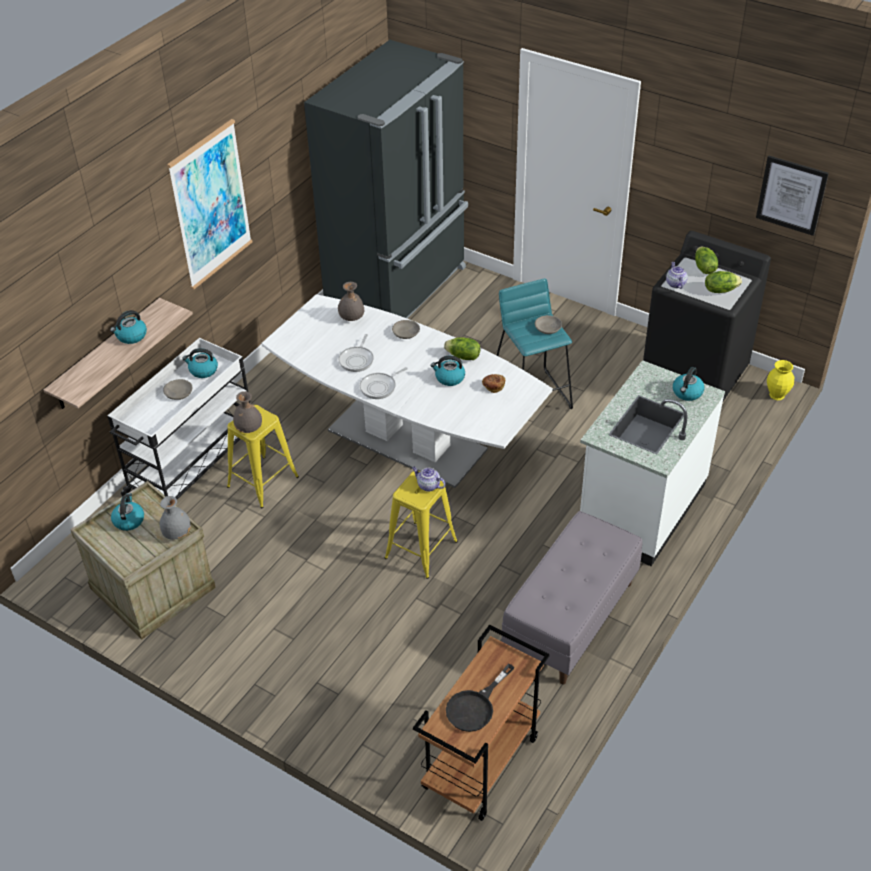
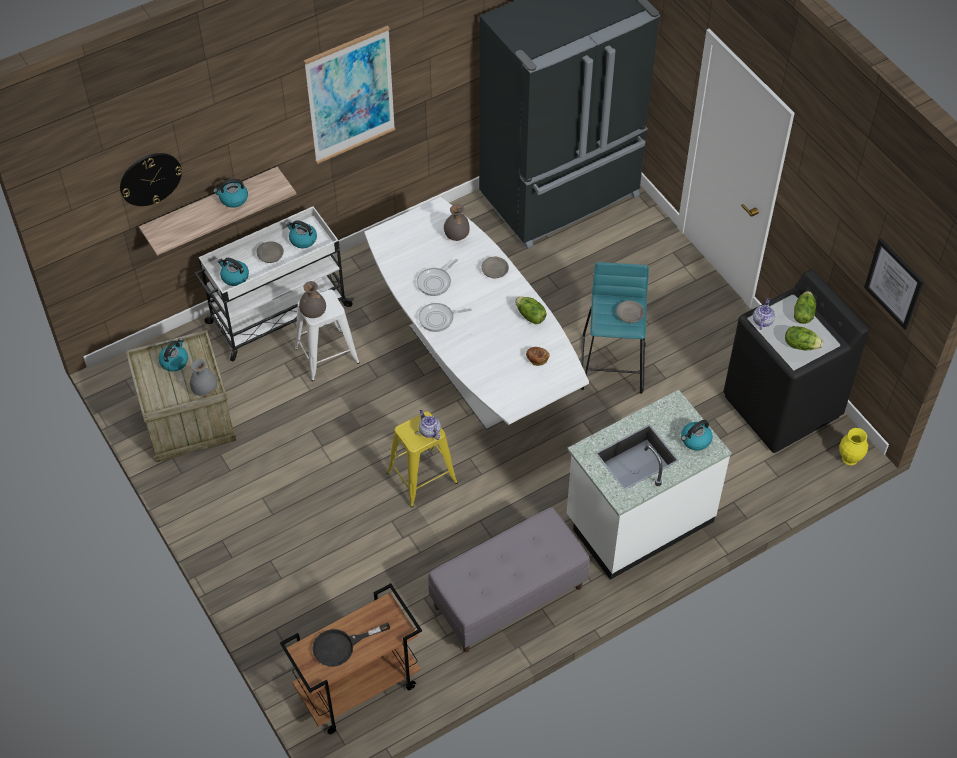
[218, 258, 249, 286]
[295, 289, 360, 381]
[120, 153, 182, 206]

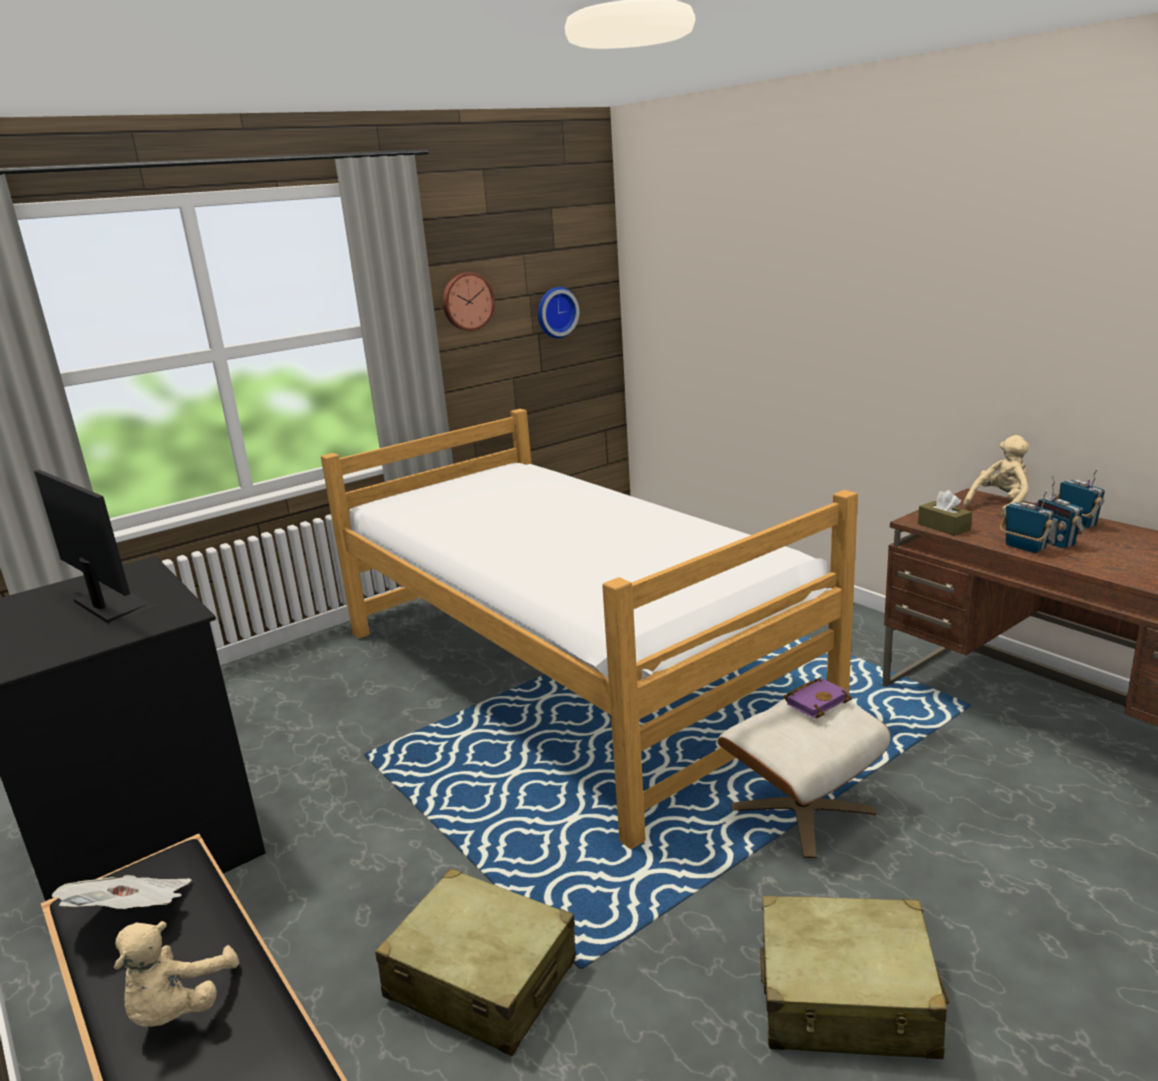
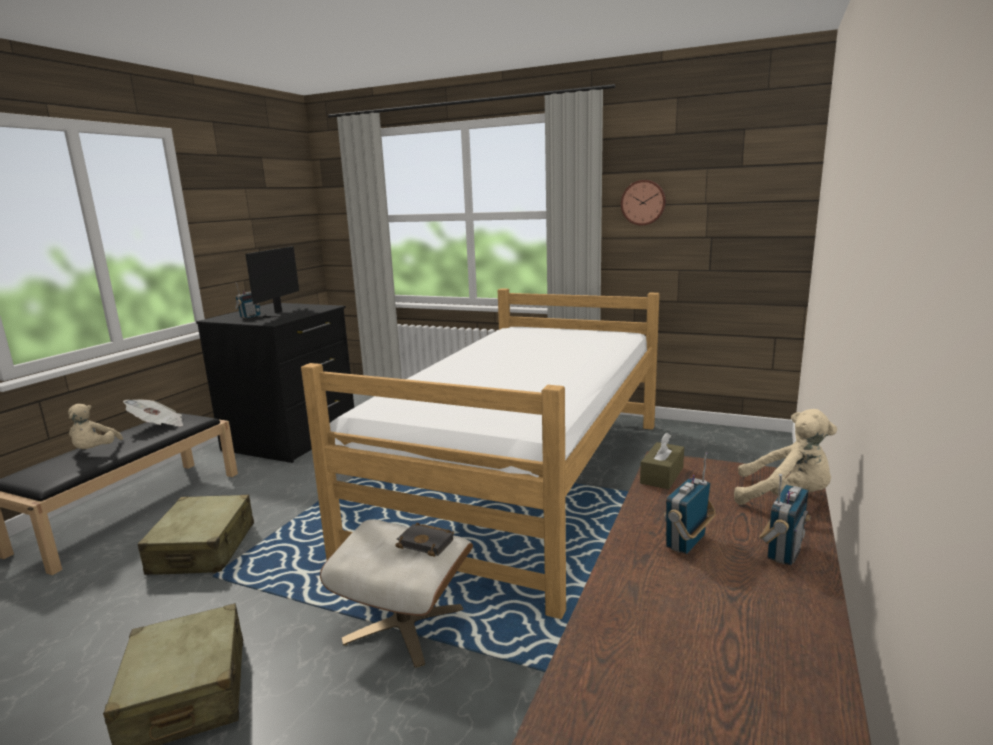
[538, 287, 579, 338] (first image)
[235, 282, 260, 318]
[396, 523, 454, 557]
[68, 404, 123, 449]

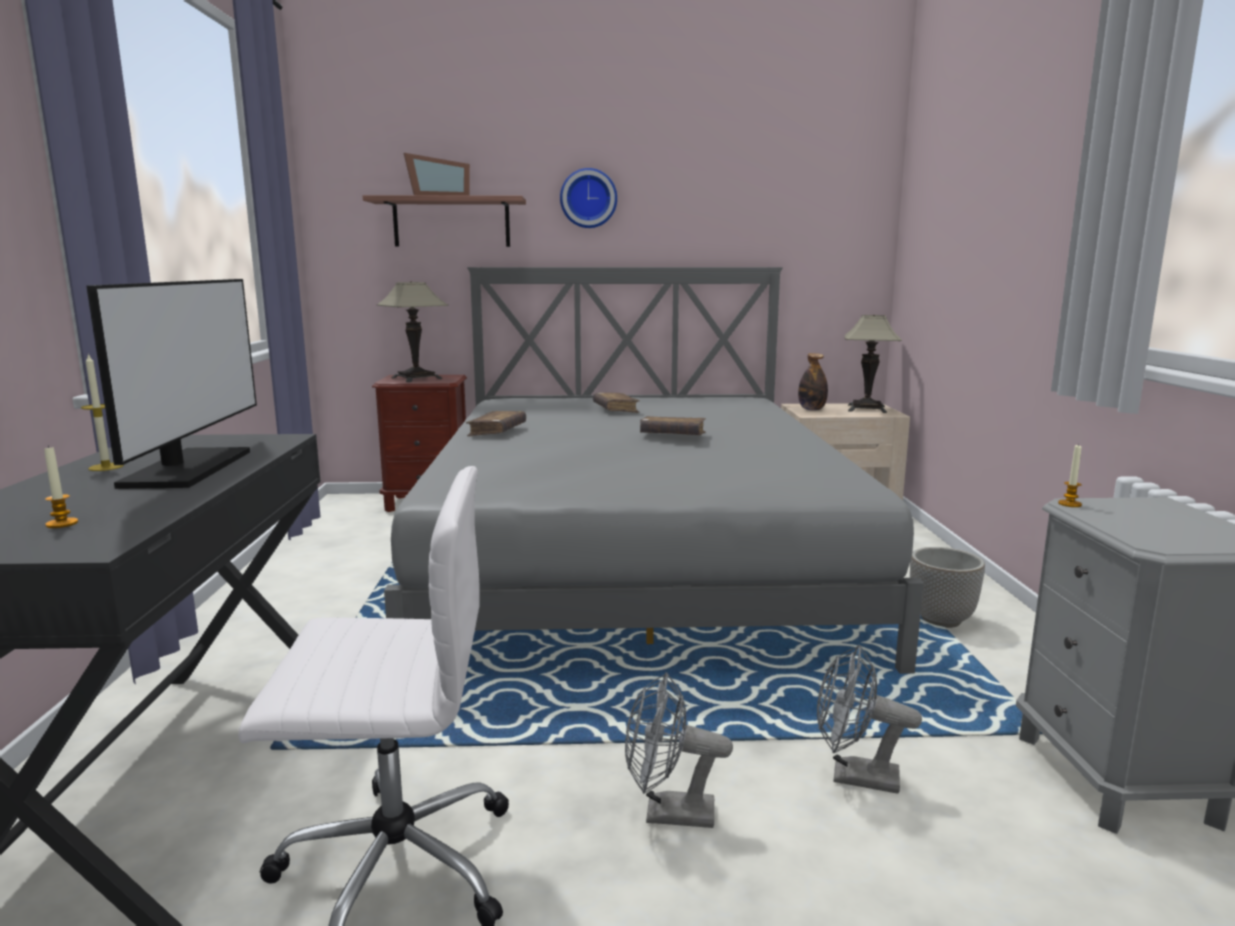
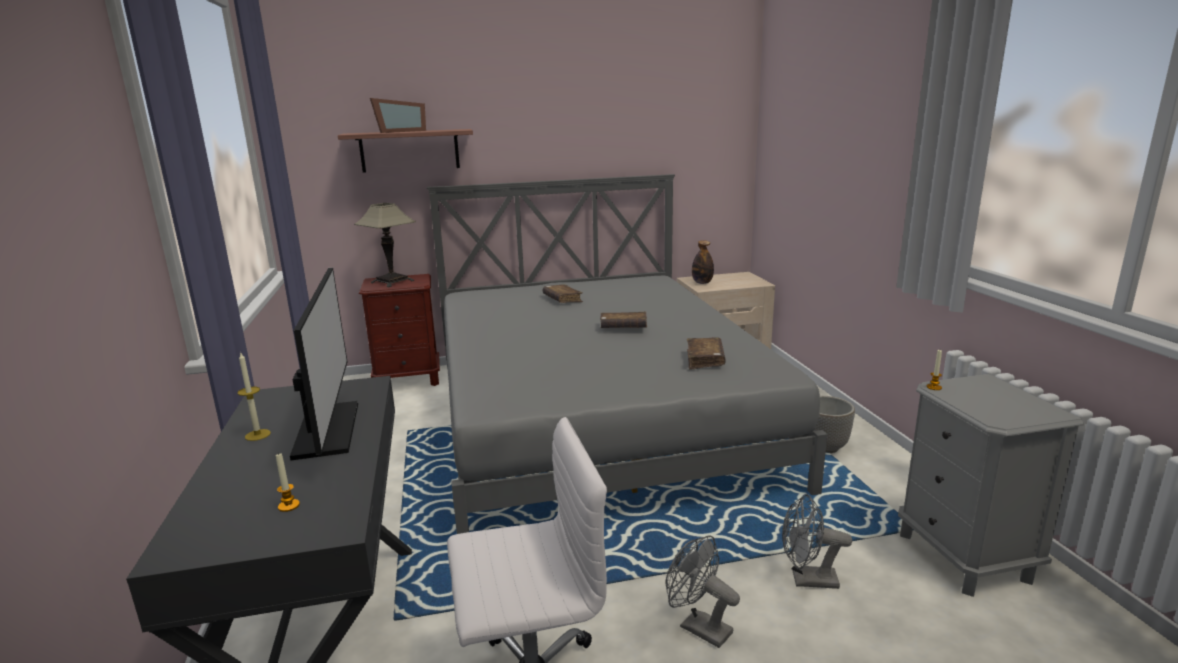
[560, 168, 617, 228] (first image)
[845, 315, 902, 413] (first image)
[687, 337, 726, 369]
[665, 535, 740, 648]

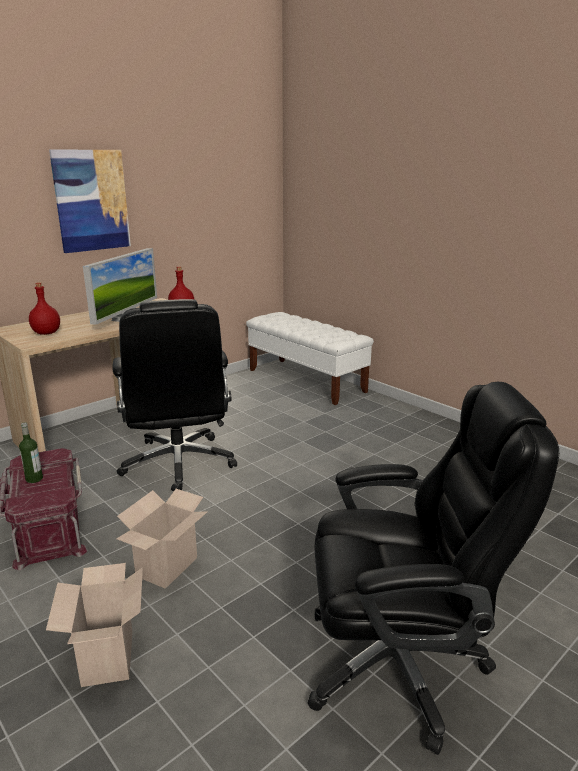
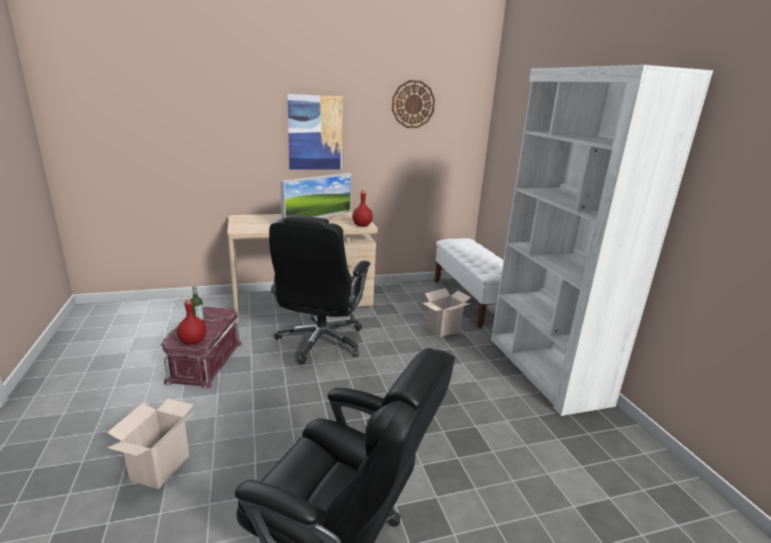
[177, 298, 206, 345]
[422, 288, 471, 337]
[491, 65, 713, 416]
[392, 80, 435, 128]

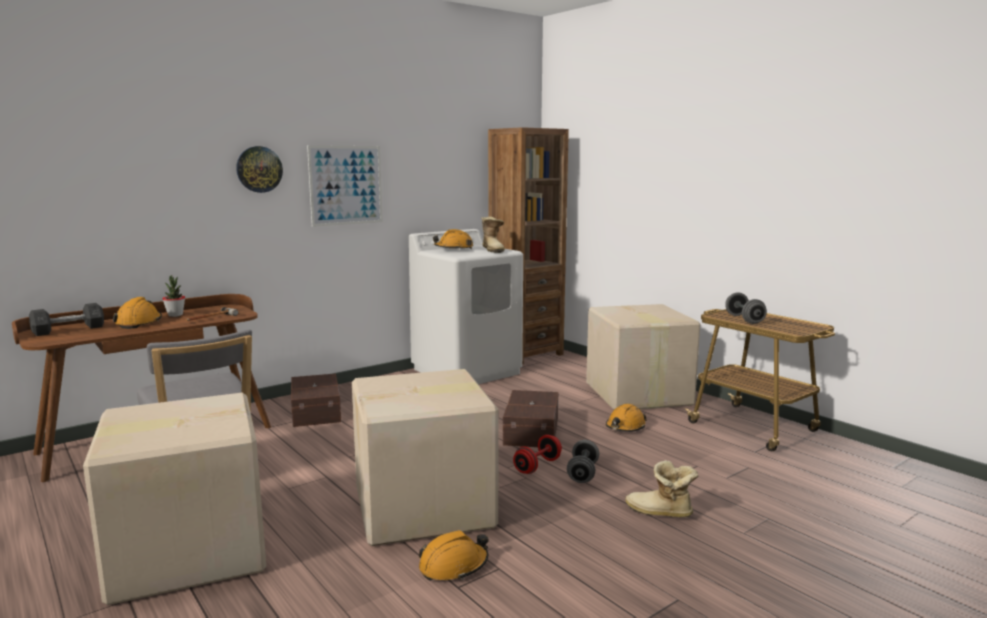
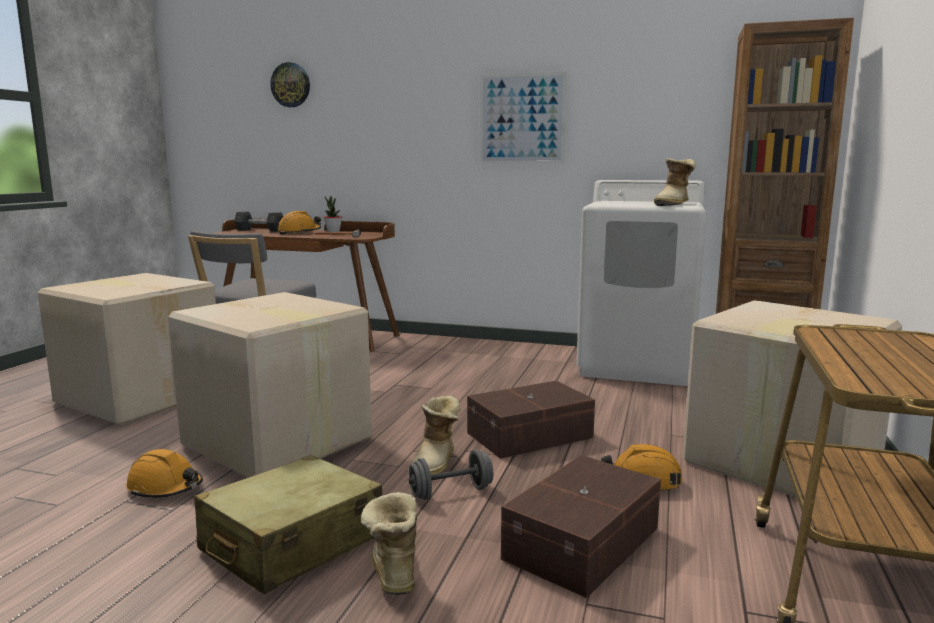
[270, 62, 310, 107]
[433, 229, 473, 250] (first image)
[725, 292, 767, 324] (first image)
[501, 455, 661, 598]
[411, 396, 461, 475]
[194, 455, 382, 594]

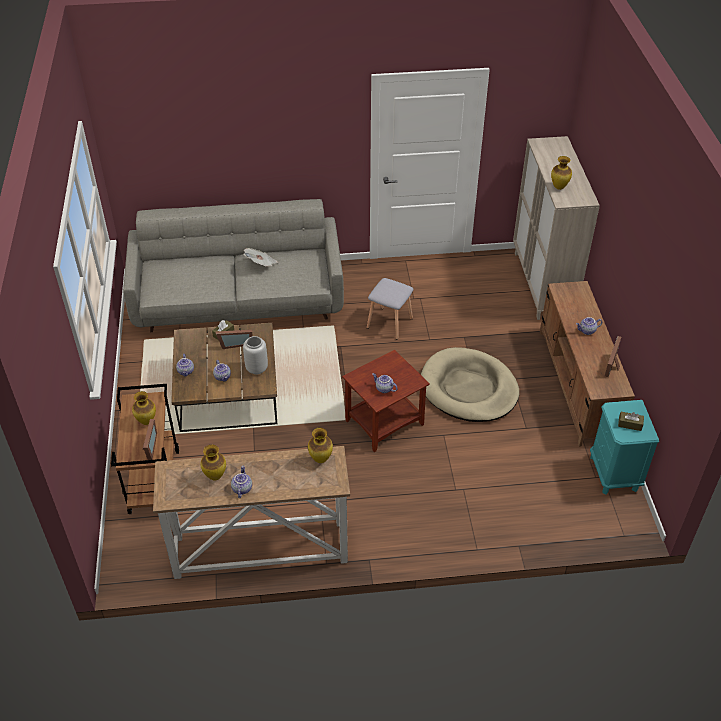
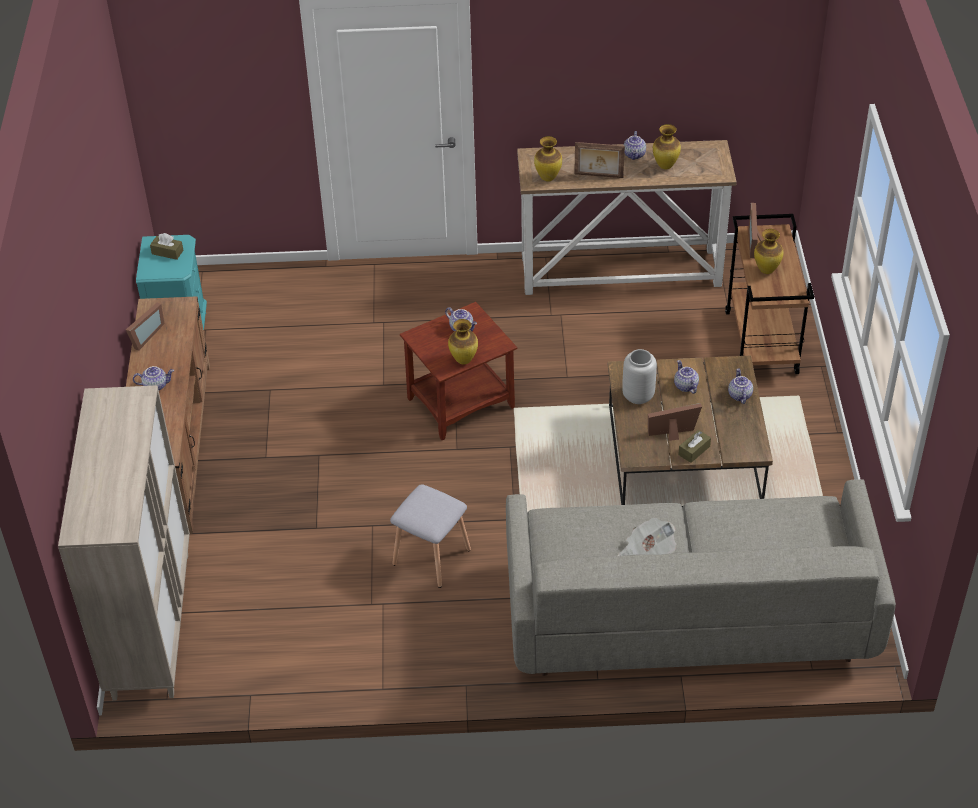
[448, 319, 478, 364]
[421, 347, 519, 422] (first image)
[574, 142, 625, 178]

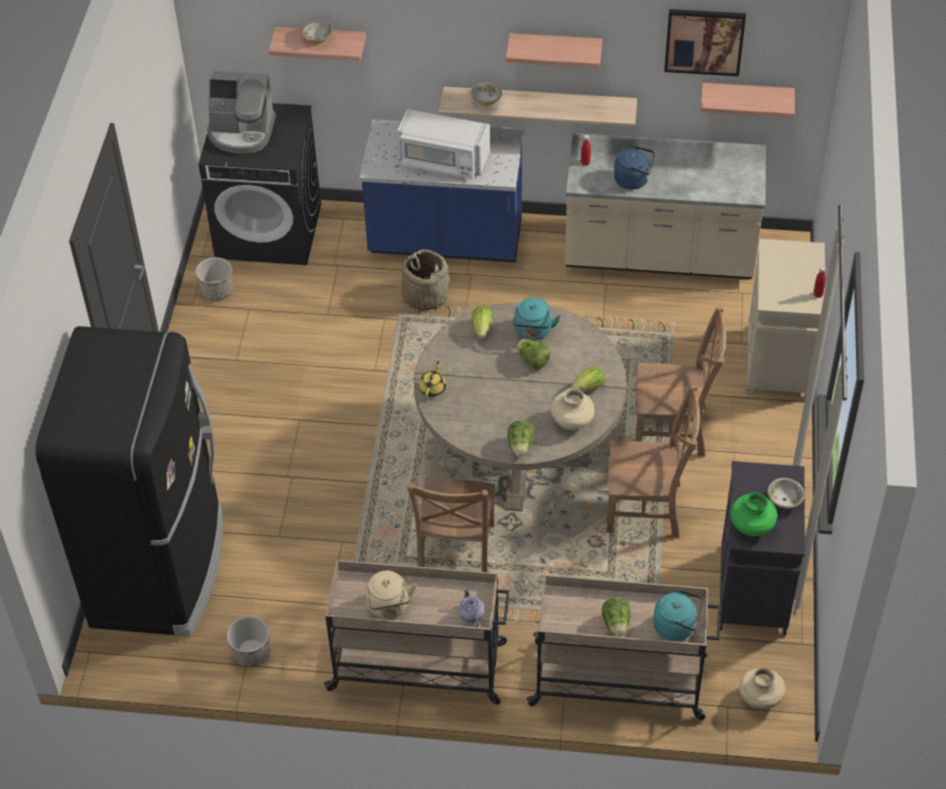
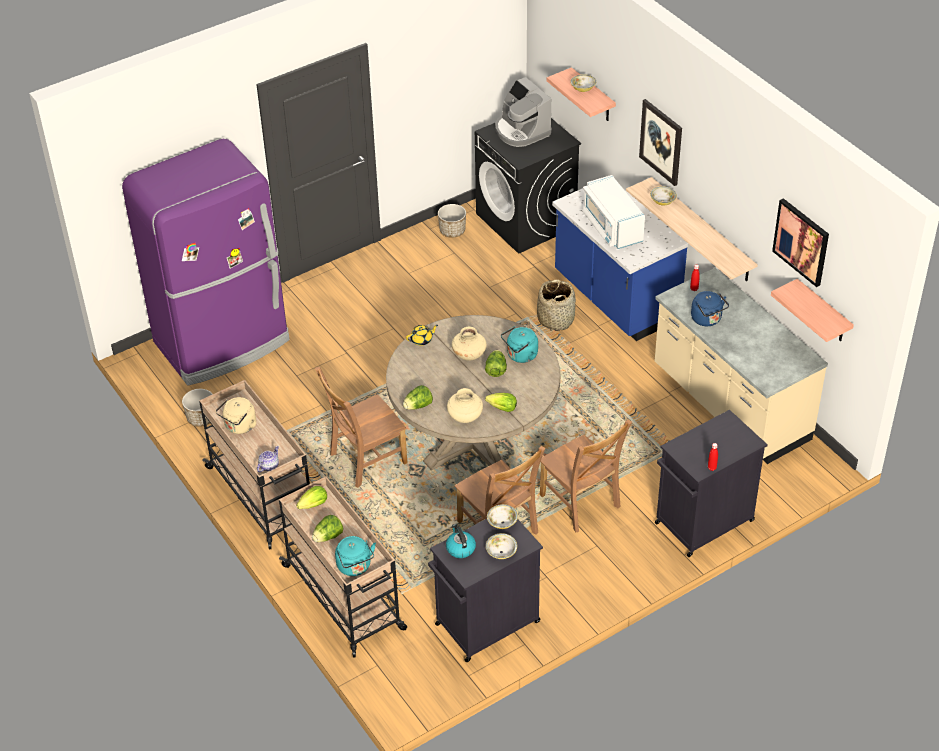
[506, 33, 602, 68] (first image)
[655, 410, 768, 557]
[296, 486, 327, 509]
[122, 139, 290, 385]
[446, 524, 476, 558]
[452, 327, 487, 361]
[639, 99, 682, 186]
[487, 504, 518, 529]

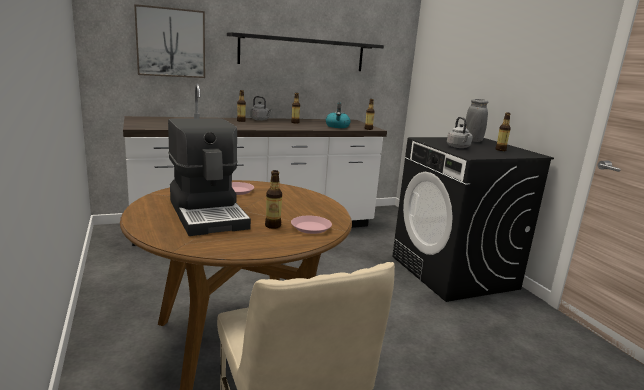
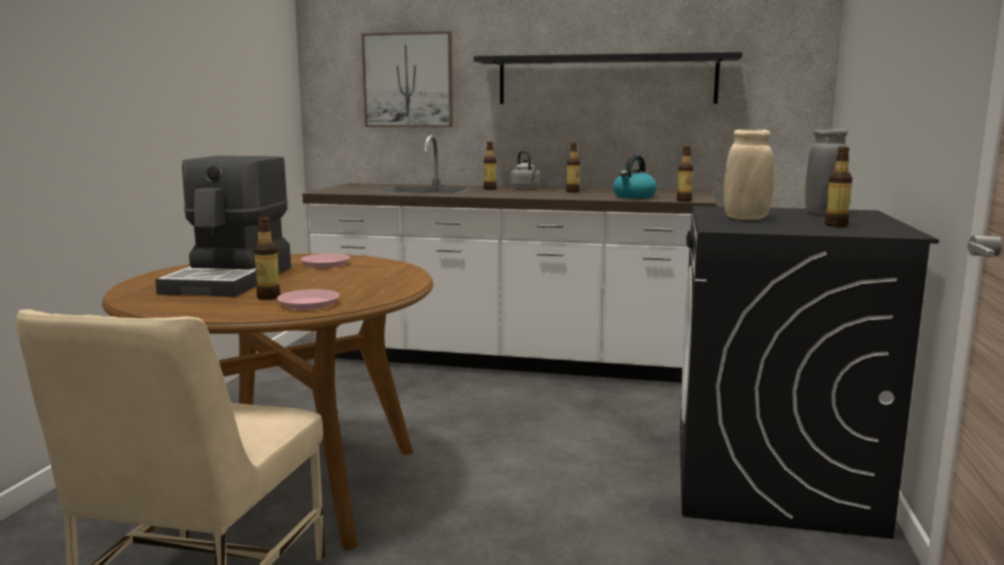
[723, 129, 774, 220]

